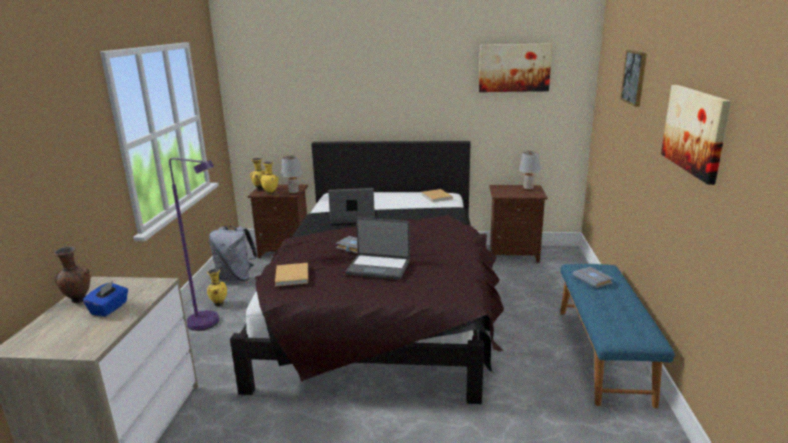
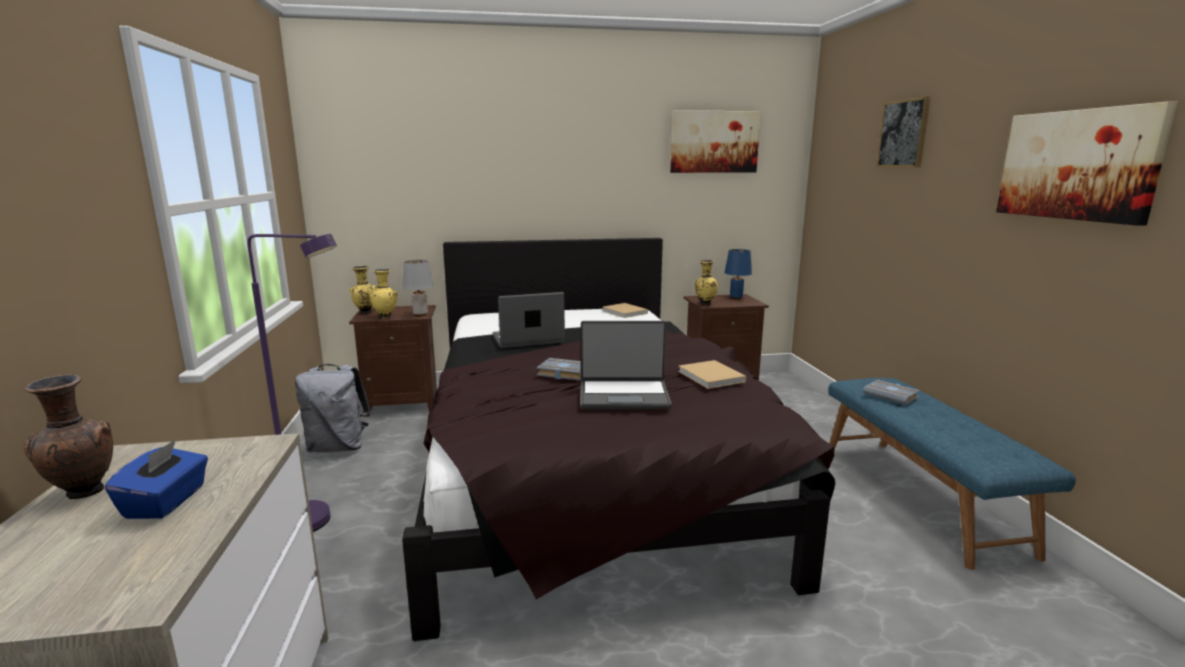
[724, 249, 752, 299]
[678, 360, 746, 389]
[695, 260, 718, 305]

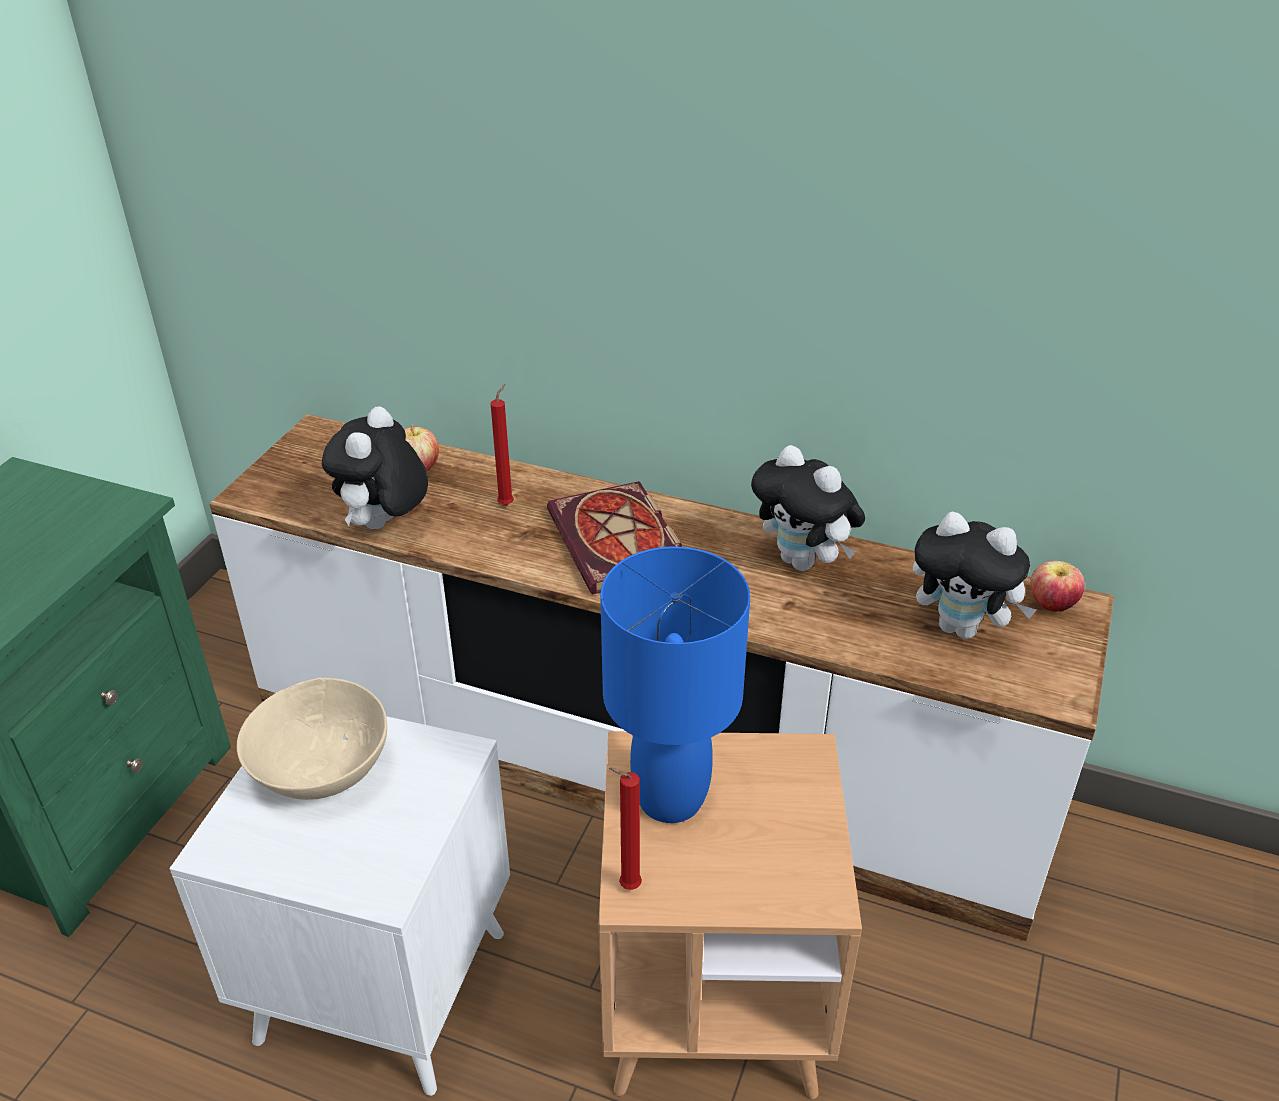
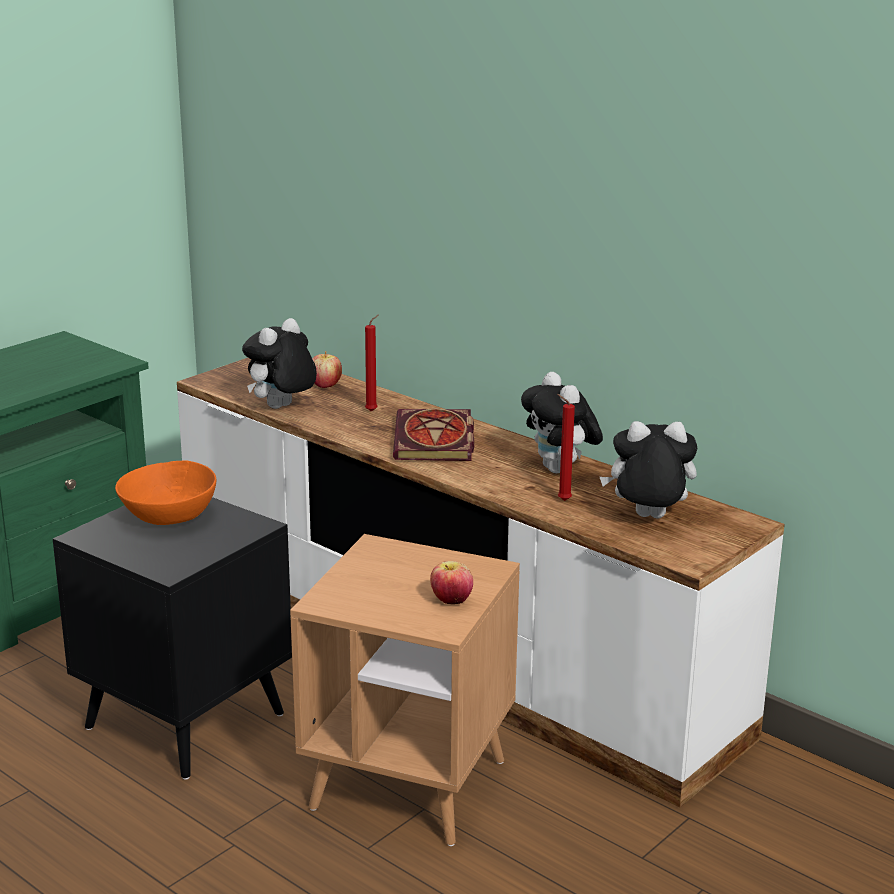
[600, 421, 697, 518]
[600, 546, 750, 823] (first image)
[430, 561, 473, 604]
[115, 460, 216, 525]
[53, 497, 292, 780]
[557, 394, 575, 501]

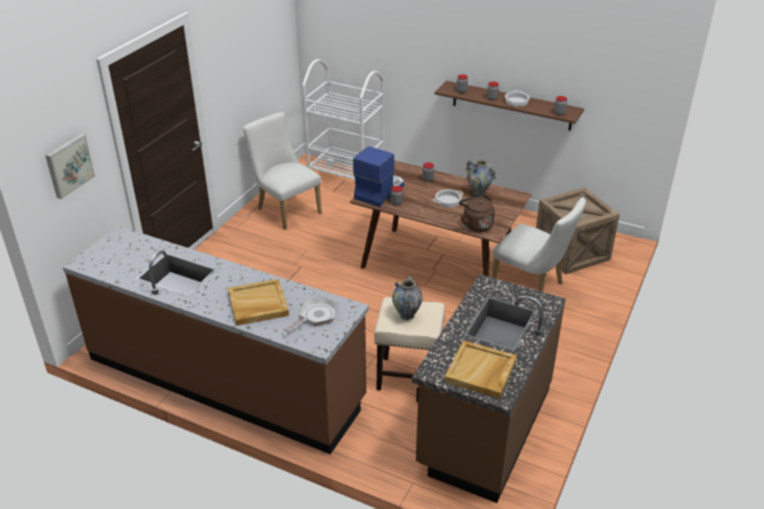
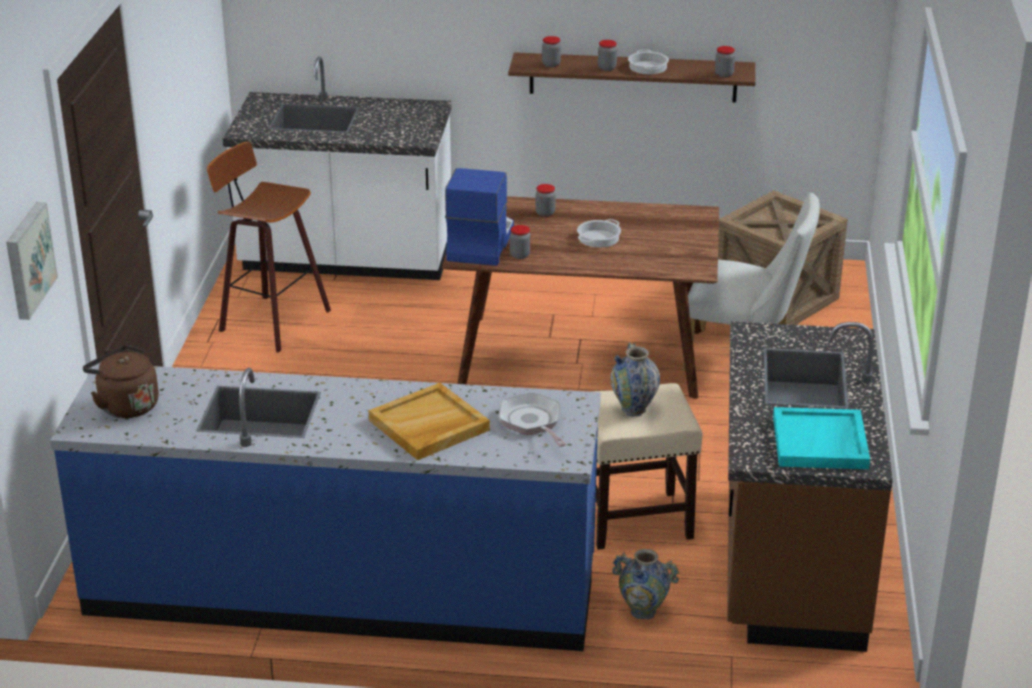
[223, 56, 451, 280]
[207, 142, 331, 353]
[612, 549, 679, 619]
[83, 345, 159, 418]
[50, 363, 601, 651]
[499, 392, 566, 447]
[773, 407, 870, 469]

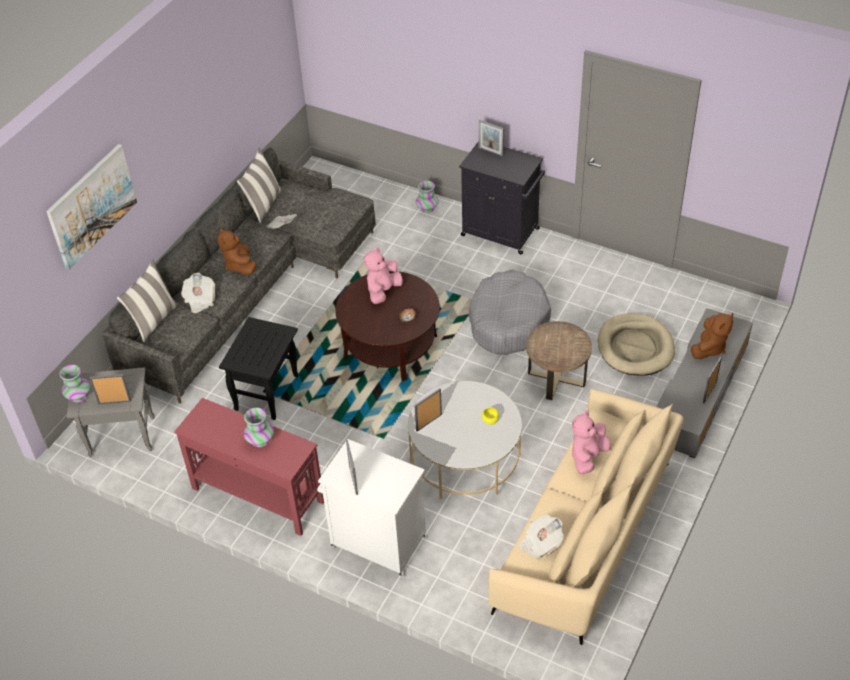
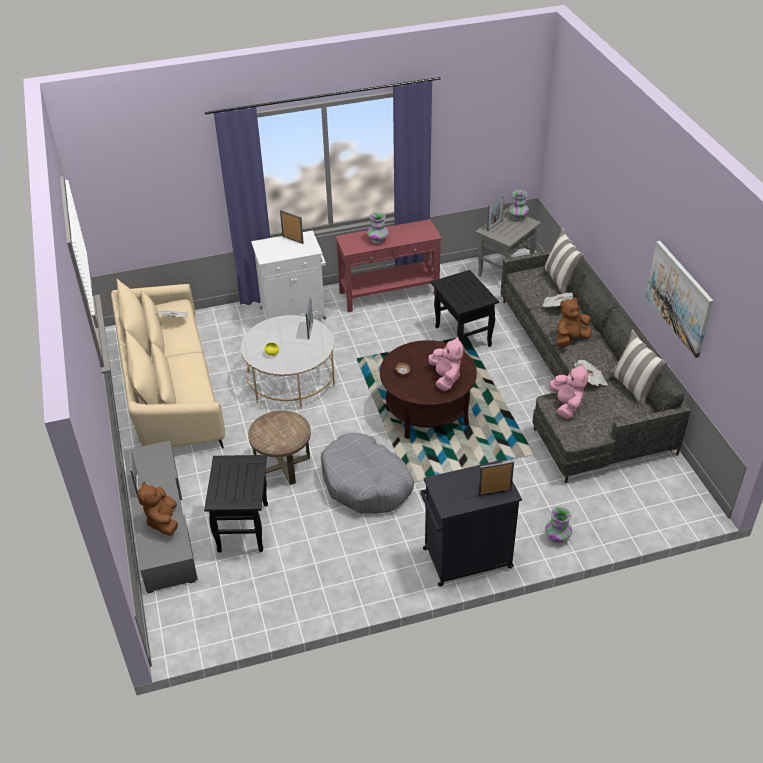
[646, 241, 713, 358]
[556, 297, 591, 347]
[204, 455, 268, 553]
[549, 363, 588, 419]

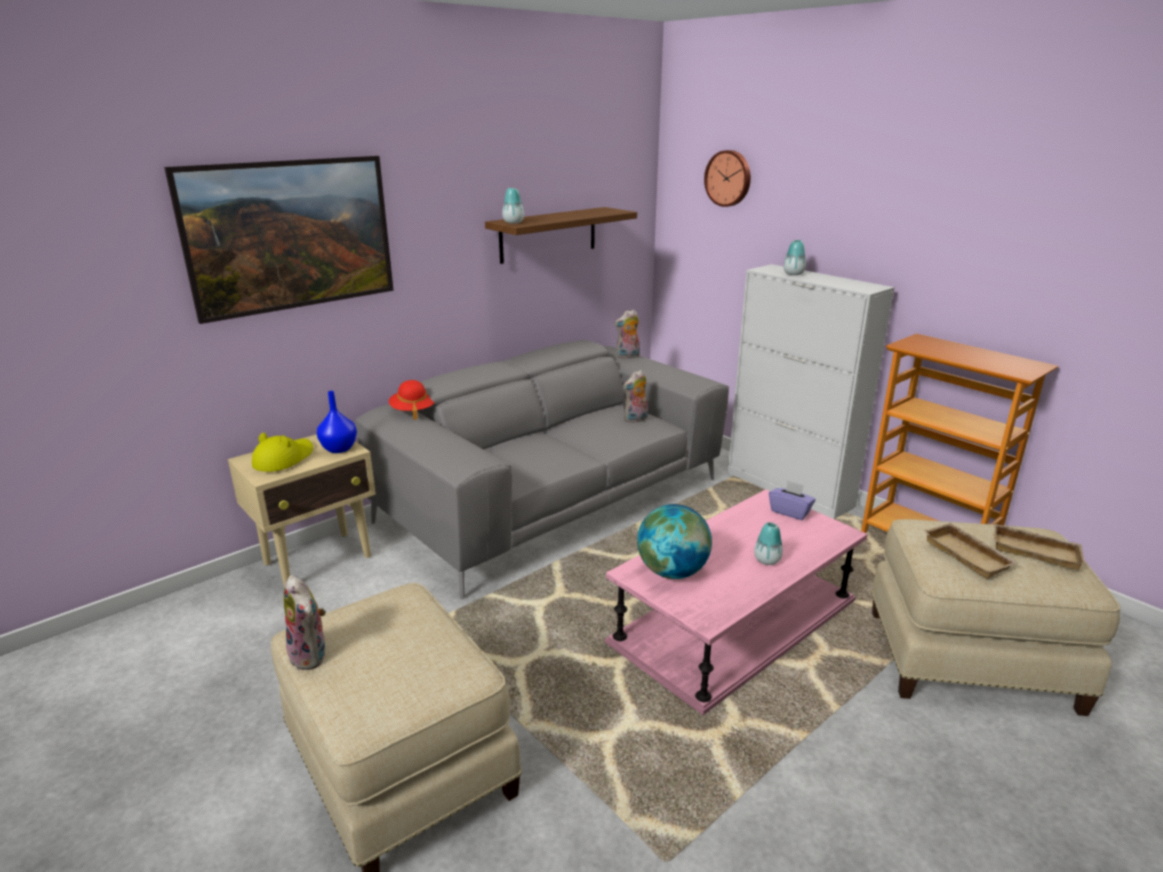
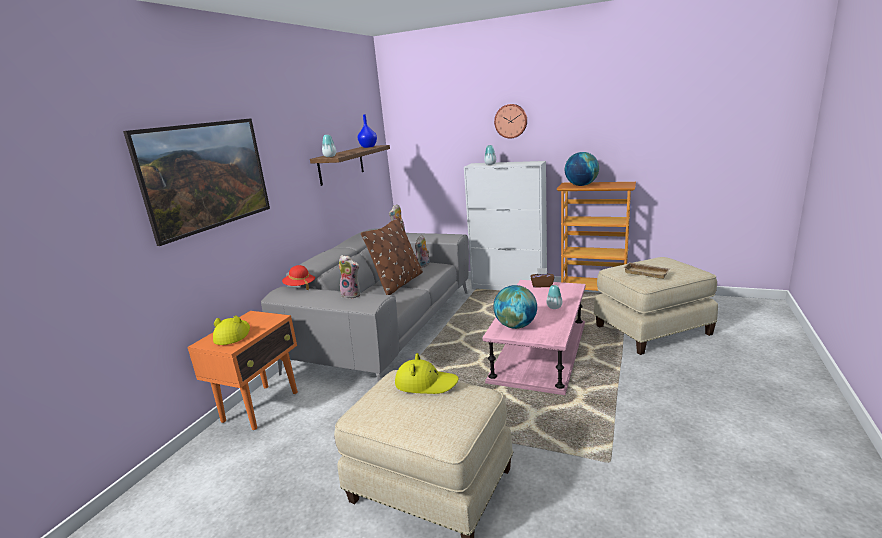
[494, 104, 527, 139]
[358, 114, 377, 148]
[188, 311, 298, 430]
[531, 268, 554, 288]
[993, 523, 1085, 570] (first image)
[339, 255, 360, 299]
[565, 152, 599, 186]
[361, 217, 423, 295]
[395, 353, 459, 394]

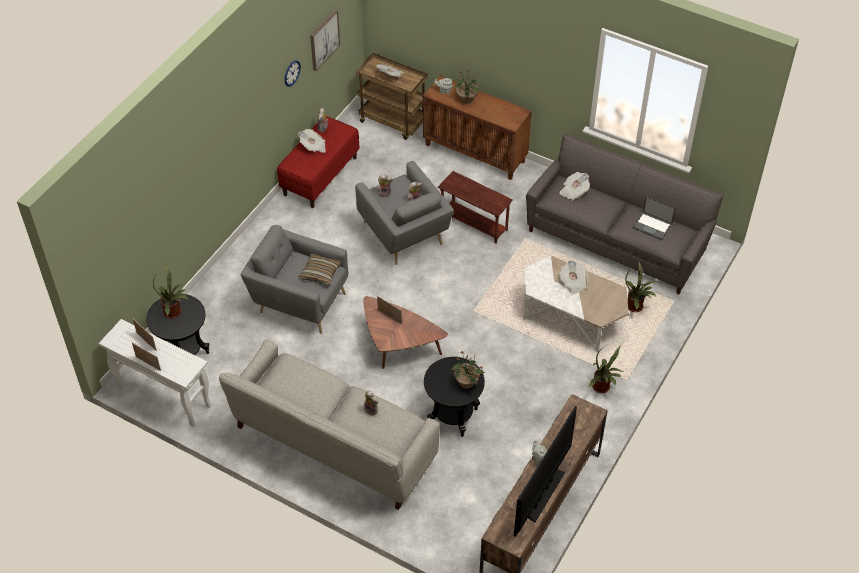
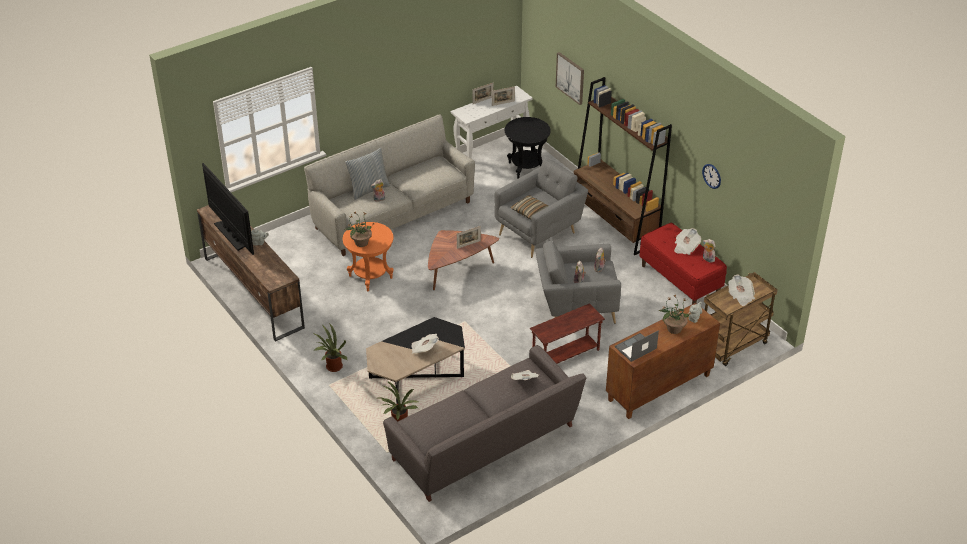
[556, 52, 584, 105]
[615, 330, 659, 362]
[366, 317, 465, 404]
[153, 265, 188, 319] (first image)
[343, 222, 394, 291]
[574, 77, 672, 255]
[345, 148, 391, 200]

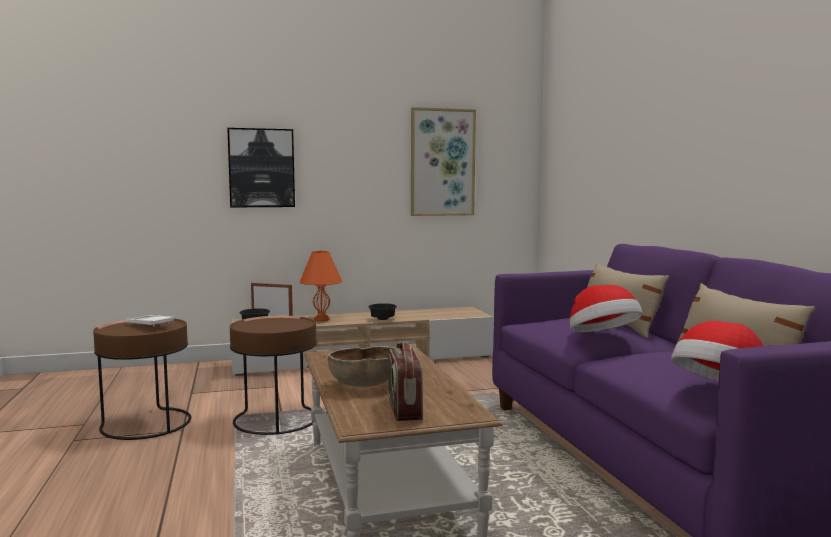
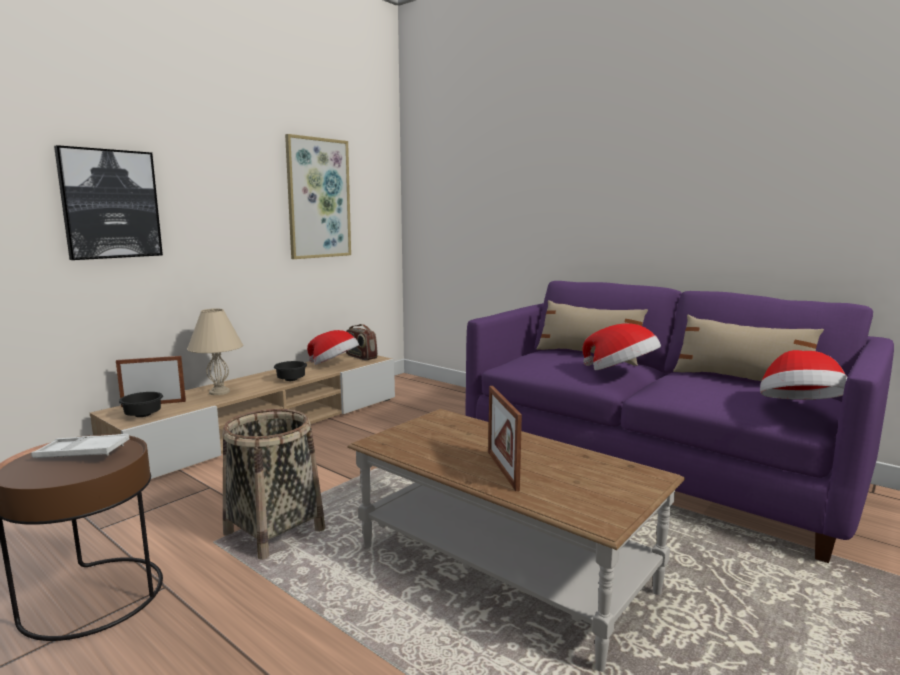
[187, 308, 243, 395]
[222, 409, 325, 560]
[346, 324, 378, 360]
[488, 386, 522, 491]
[307, 330, 359, 365]

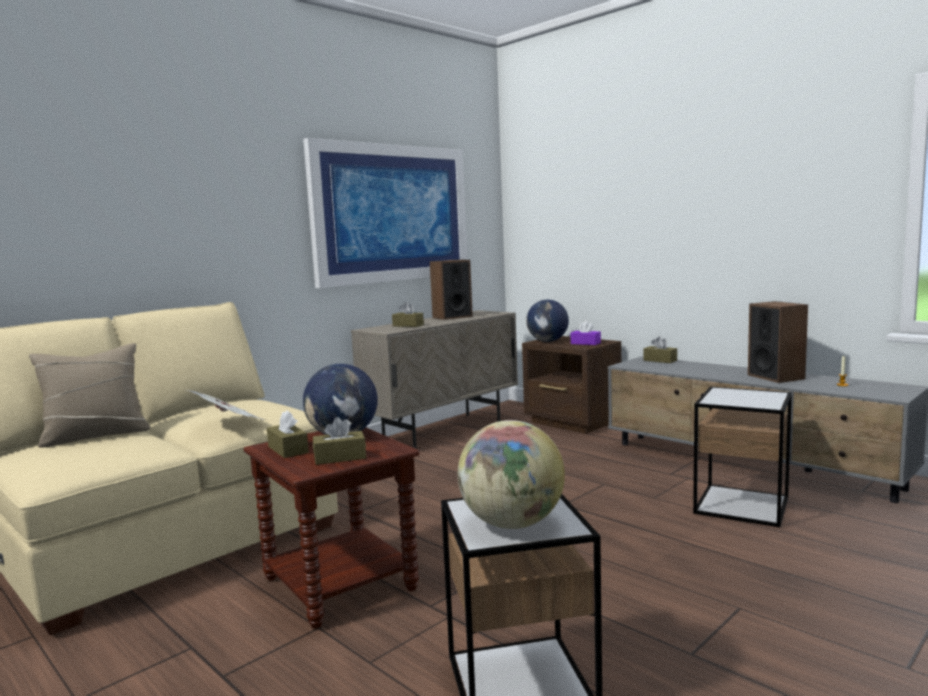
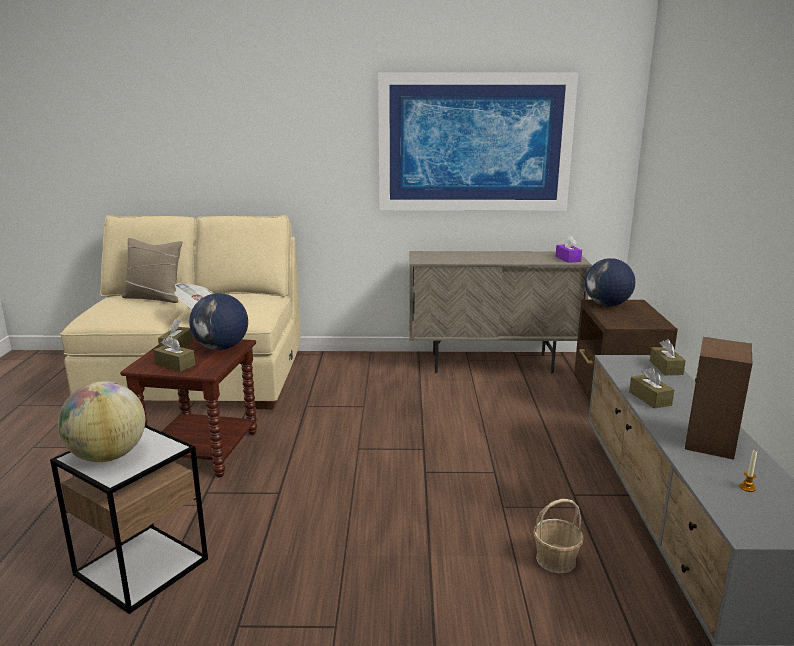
[430, 260, 473, 320] (first image)
[629, 367, 674, 409]
[556, 236, 582, 263]
[533, 499, 584, 573]

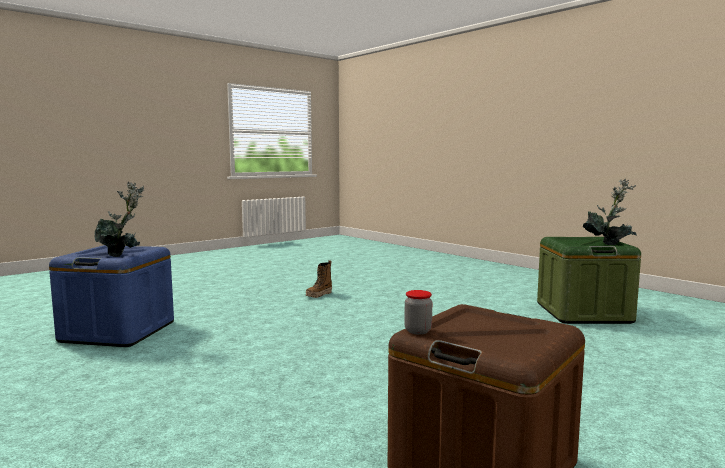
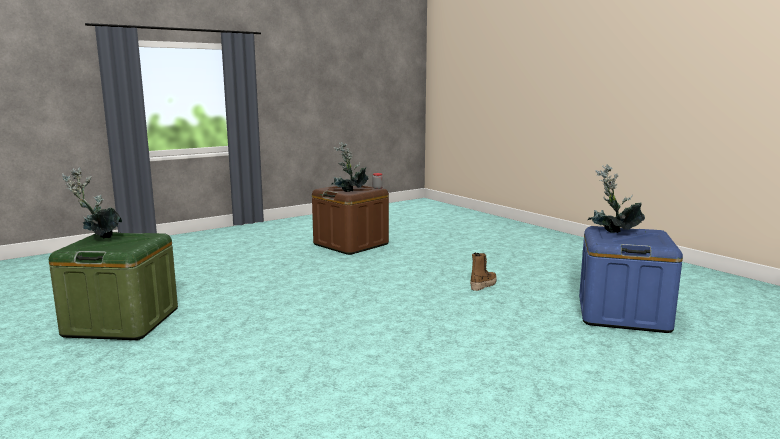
[470, 252, 497, 291]
[331, 142, 369, 192]

